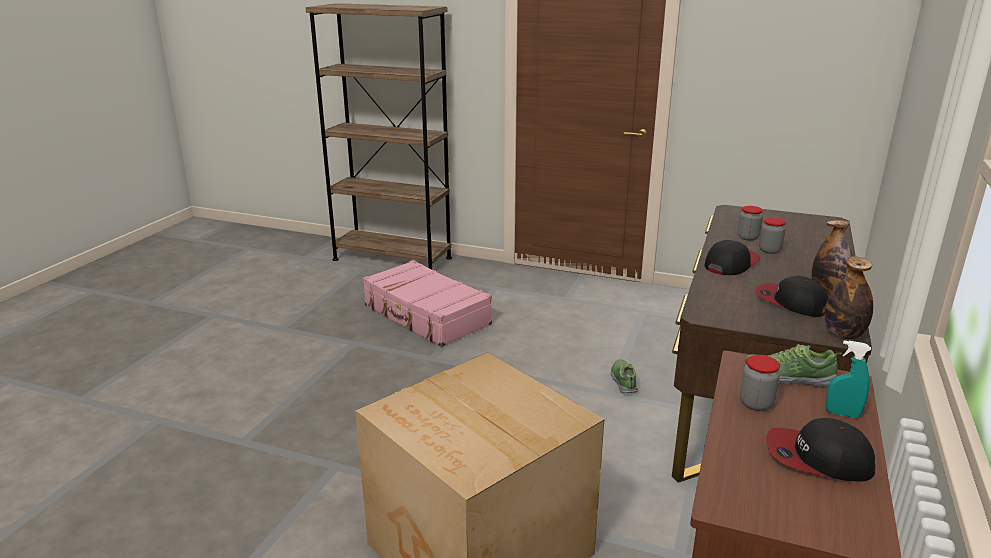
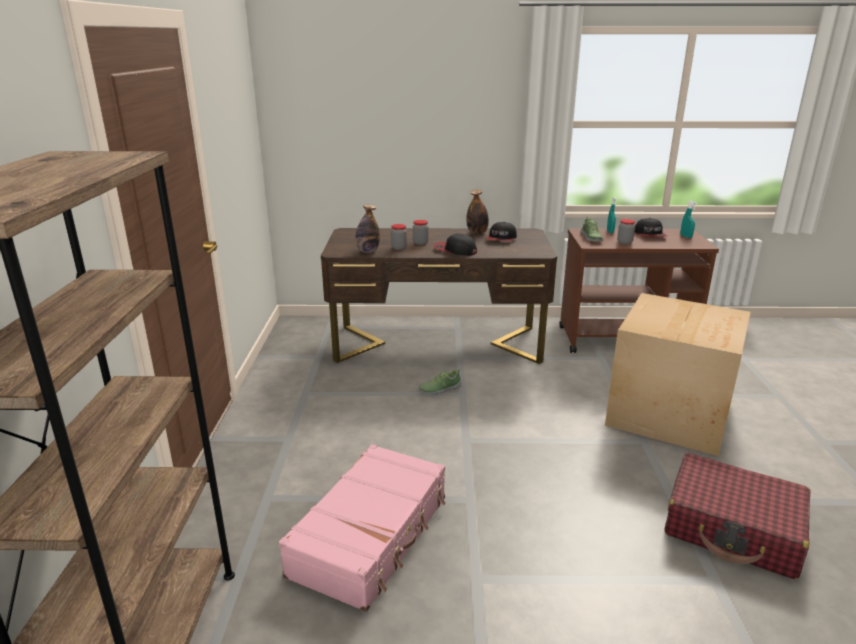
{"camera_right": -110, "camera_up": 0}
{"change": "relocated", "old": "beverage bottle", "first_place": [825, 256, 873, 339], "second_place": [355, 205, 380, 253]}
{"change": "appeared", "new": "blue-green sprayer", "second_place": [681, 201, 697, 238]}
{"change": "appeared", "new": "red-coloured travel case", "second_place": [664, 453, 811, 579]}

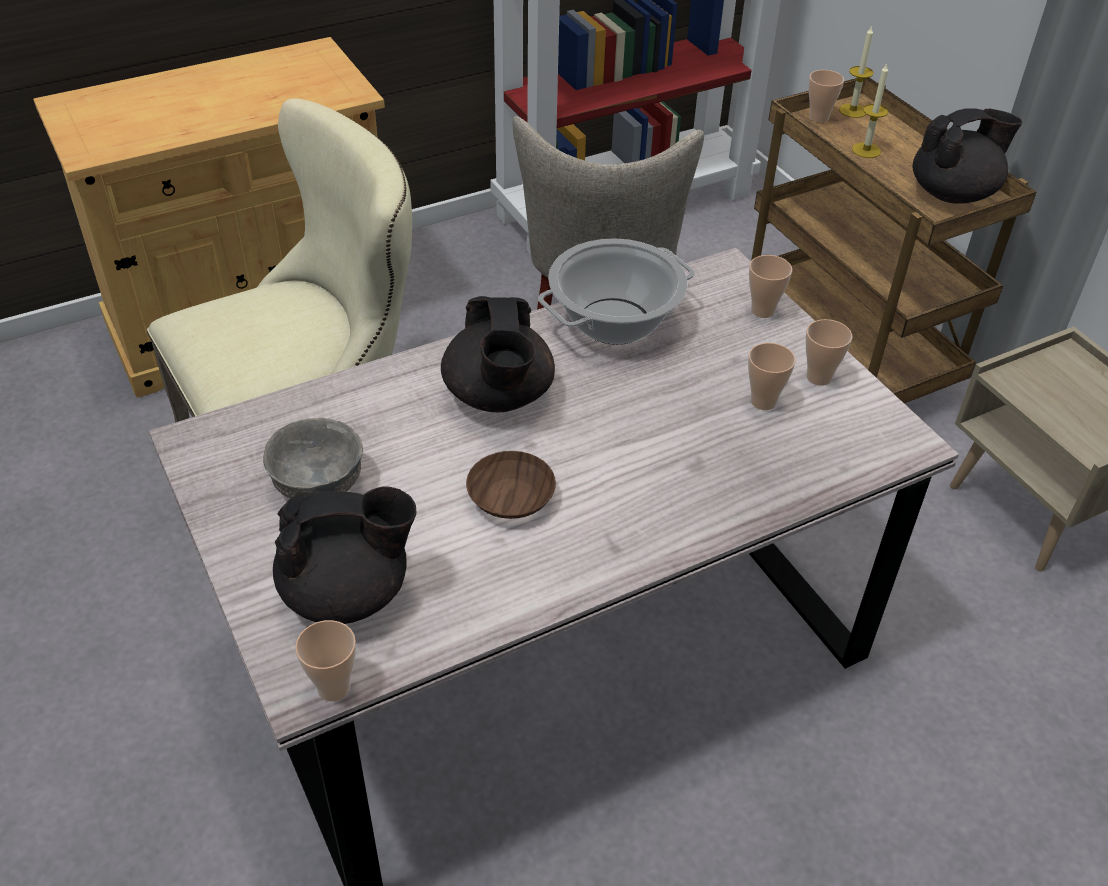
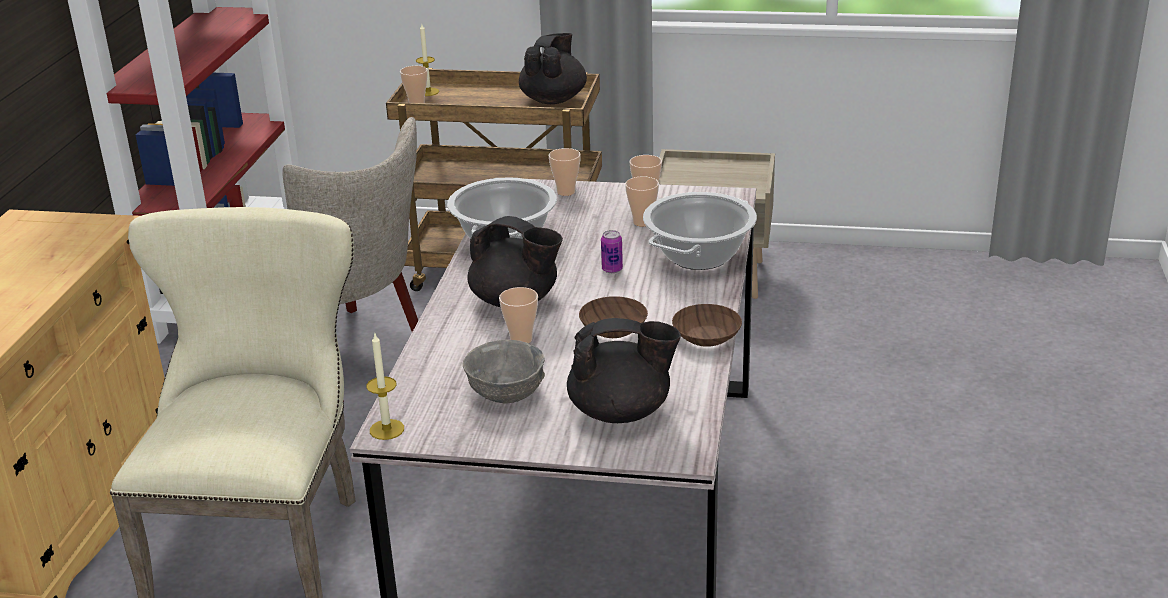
{"camera_right": -50, "camera_up": -15}
{"change": "relocated", "old": "candle", "first_place": [852, 63, 888, 158], "second_place": [366, 334, 404, 440]}
{"change": "spun", "old": "blackish teapot", "first_place": [273, 486, 416, 624], "second_place": [567, 318, 681, 423], "degrees": 60}
{"change": "relocated", "old": "small cup", "first_place": [295, 620, 356, 701], "second_place": [499, 287, 538, 343]}
{"change": "appeared", "new": "saucepot", "second_place": [643, 192, 757, 270]}
{"change": "appeared", "new": "sealed can", "second_place": [601, 230, 623, 273]}
{"change": "appeared", "new": "brown deep dish", "second_place": [672, 304, 742, 347]}

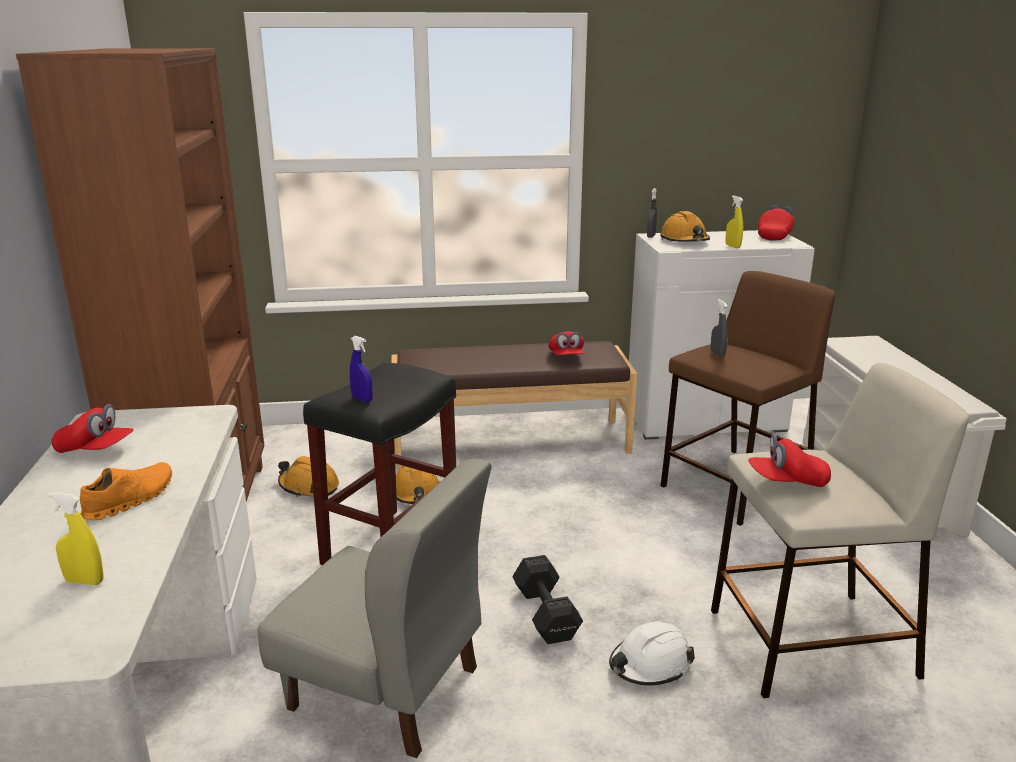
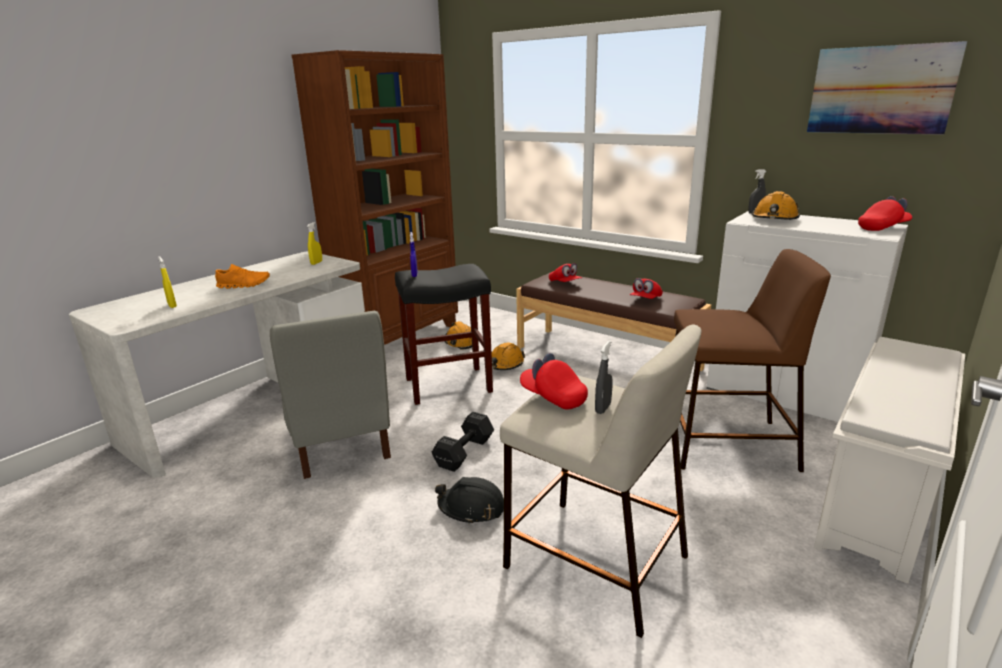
{"camera_right": 45, "camera_up": 0}
{"change": "relocated", "old": "yellow sprayer", "first_place": [725, 196, 743, 248], "second_place": [307, 222, 322, 265]}
{"change": "relocated", "old": "gray sprayer", "first_place": [711, 299, 728, 358], "second_place": [595, 340, 613, 414]}
{"change": "relocated", "old": "red-coloured baseball cap", "first_place": [51, 404, 134, 453], "second_place": [549, 263, 582, 282]}
{"change": "colour", "old": "white hard hat", "new": "blackish hard hat", "first_place": [609, 621, 695, 686], "second_place": [435, 477, 504, 525]}
{"change": "appeared", "new": "wall picture", "second_place": [807, 41, 967, 135]}

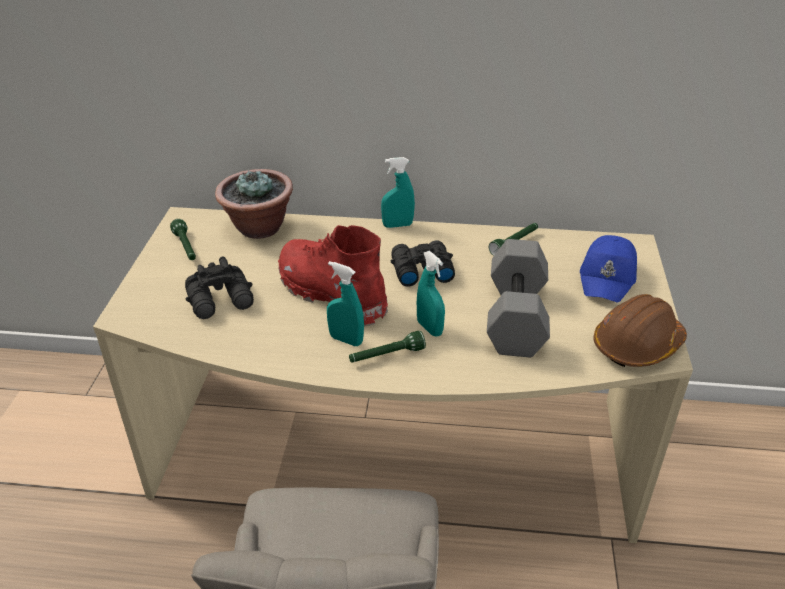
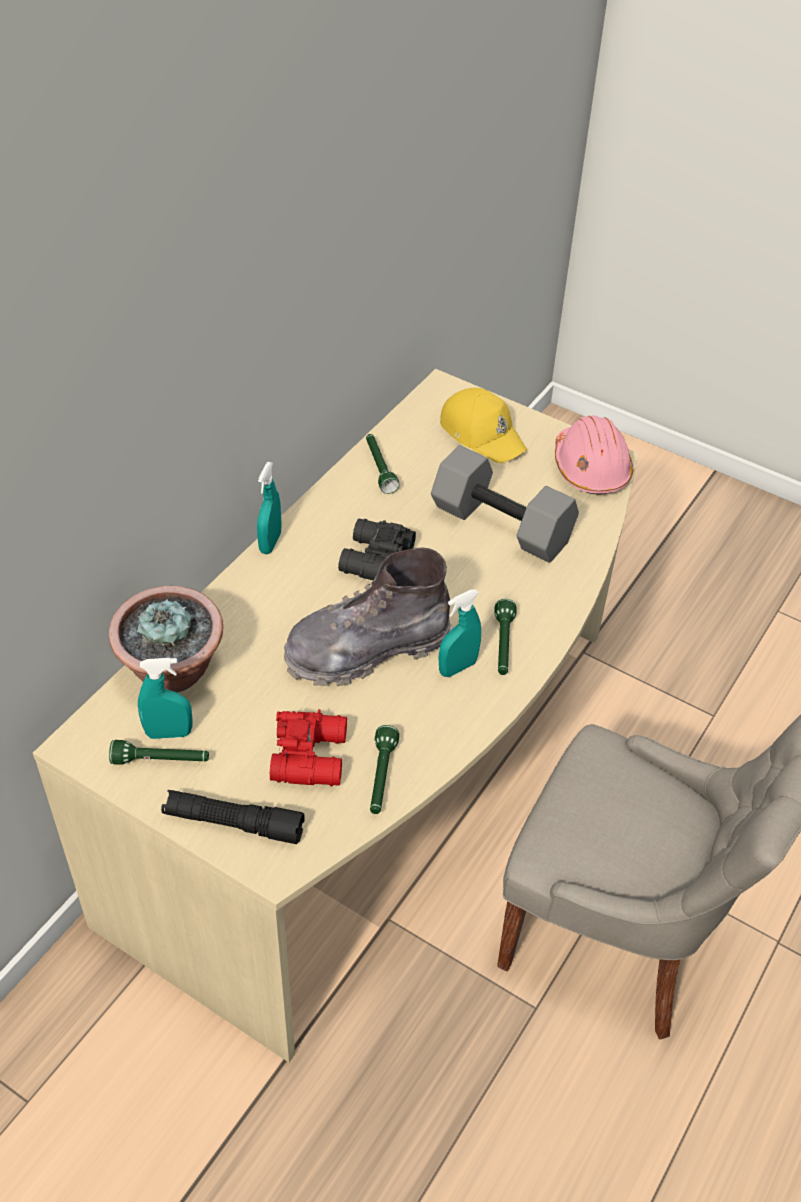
{"camera_right": -65, "camera_up": 10}
{"change": "colour", "old": "red-coloured boot", "new": "gray boot", "first_place": [278, 225, 388, 327], "second_place": [284, 547, 453, 686]}
{"change": "colour", "old": "blue-coloured baseball cap", "new": "yellow baseball cap", "first_place": [580, 235, 637, 303], "second_place": [440, 388, 527, 463]}
{"change": "relocated", "old": "blue-green sprayer", "first_place": [417, 251, 445, 337], "second_place": [138, 658, 193, 739]}
{"change": "colour", "old": "blackish field glasses", "new": "red-coloured field glasses", "first_place": [185, 257, 254, 319], "second_place": [270, 709, 347, 786]}
{"change": "colour", "old": "brown hard hat", "new": "pink hard hat", "first_place": [594, 294, 687, 367], "second_place": [555, 415, 633, 495]}
{"change": "appeared", "new": "green torch", "second_place": [370, 725, 399, 814]}
{"change": "appeared", "new": "blackish torch", "second_place": [161, 790, 305, 844]}

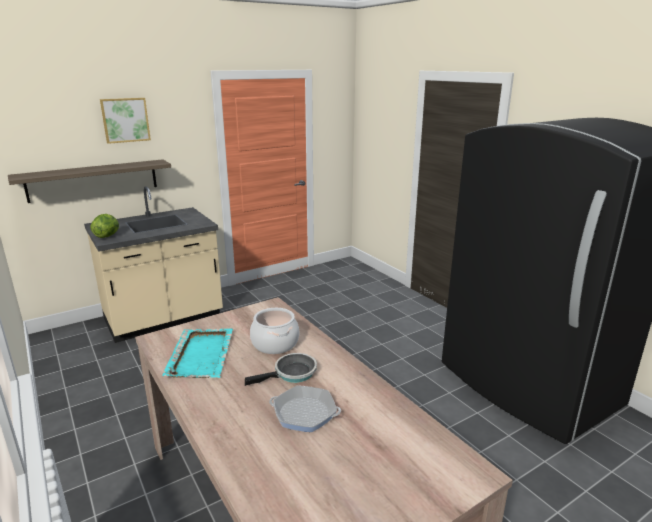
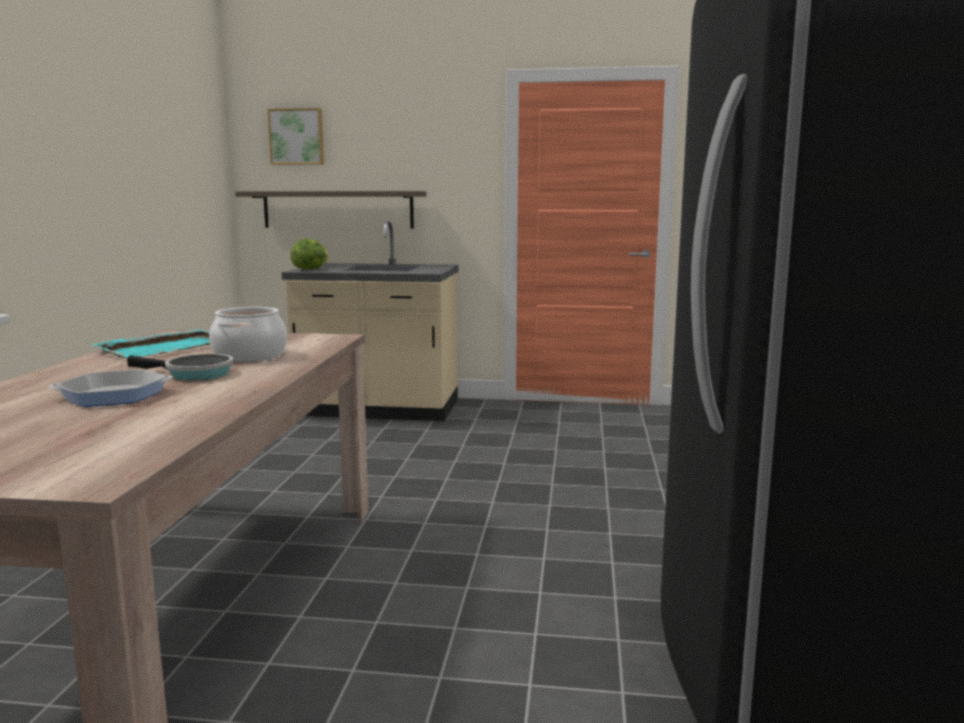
{"camera_right": 40, "camera_up": -10}
{"change": "relocated", "old": "wall picture", "first_place": [100, 98, 151, 144], "second_place": [267, 108, 324, 165]}
{"change": "spun", "old": "frying pan", "first_place": [269, 385, 341, 432], "second_place": [49, 369, 172, 407], "degrees": 105}

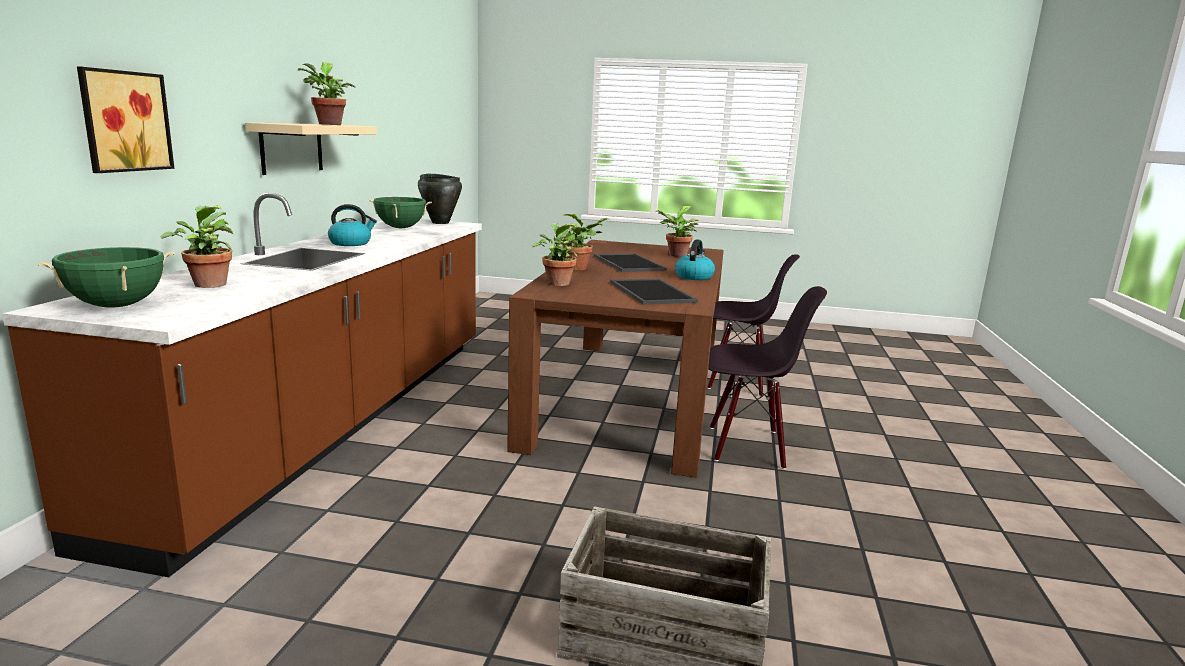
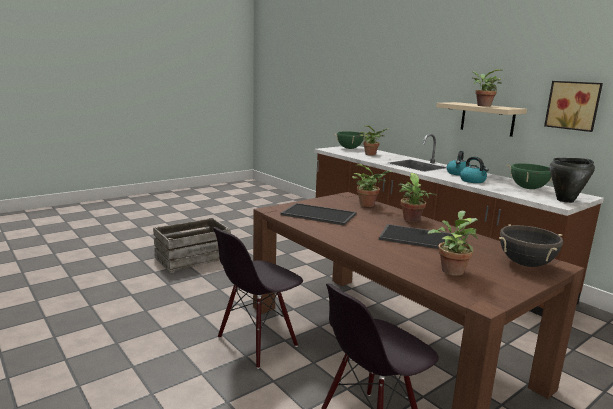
{"camera_right": 130, "camera_up": 0}
{"change": "relocated", "old": "wall picture", "first_place": [77, 66, 174, 173], "second_place": [544, 81, 603, 132]}
{"change": "relocated", "old": "tea kettle", "first_place": [675, 239, 715, 280], "second_place": [460, 157, 489, 183]}
{"change": "appeared", "new": "blackish saucepot", "second_place": [499, 224, 563, 267]}

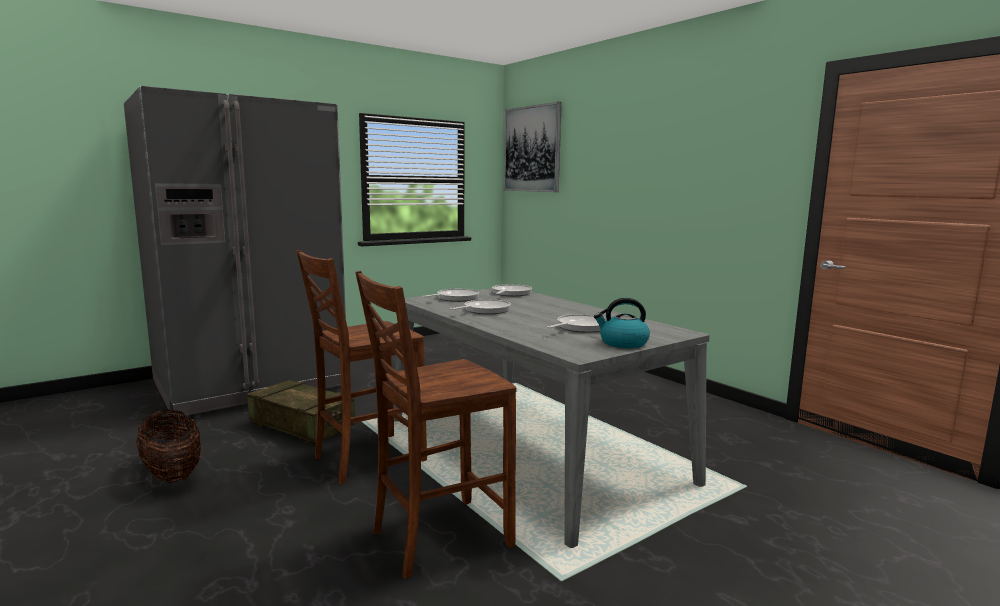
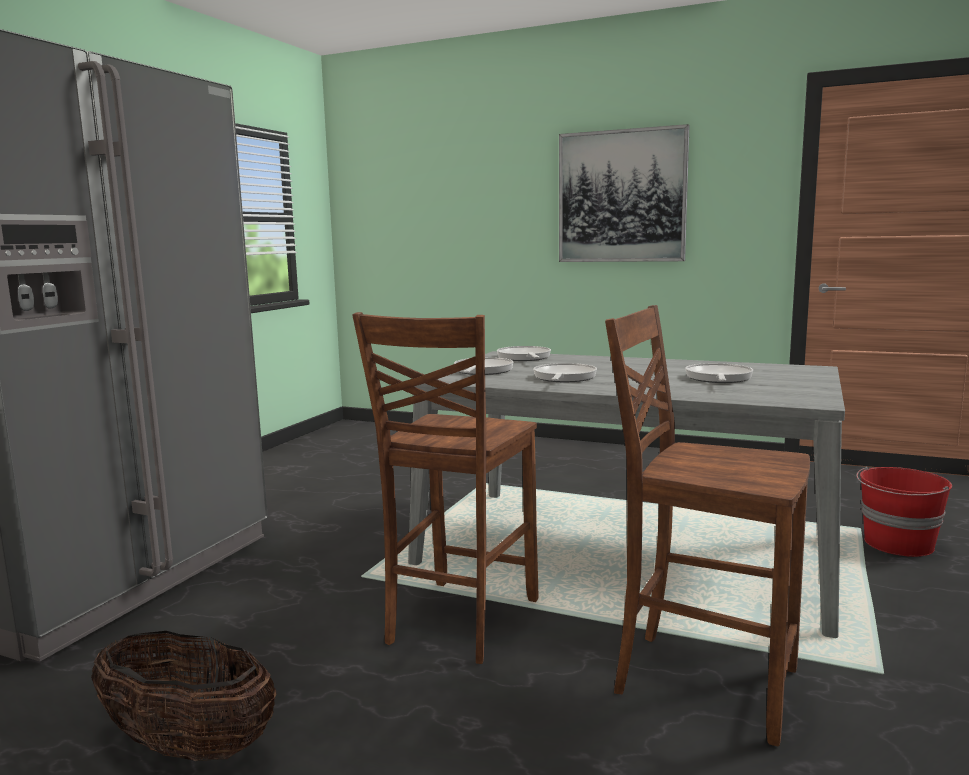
{"camera_right": -30, "camera_up": 0}
{"change": "relocated", "old": "wall picture", "first_place": [504, 102, 562, 192], "second_place": [559, 124, 690, 262]}
{"change": "spun", "old": "brown plain chair", "first_place": [355, 271, 516, 579], "second_place": [605, 305, 810, 746], "degrees": 90}
{"change": "missing", "old": "tea kettle", "first_place": [594, 298, 650, 348]}
{"change": "missing", "old": "shipping crate", "first_place": [247, 380, 355, 444]}
{"change": "appeared", "new": "red-coloured pail", "second_place": [856, 467, 952, 557]}

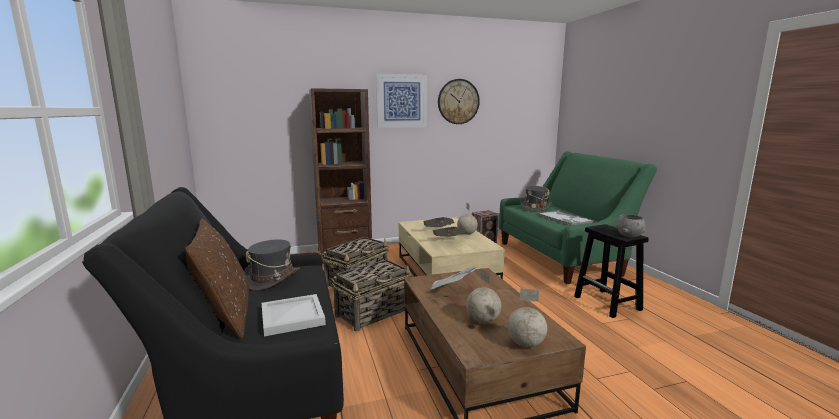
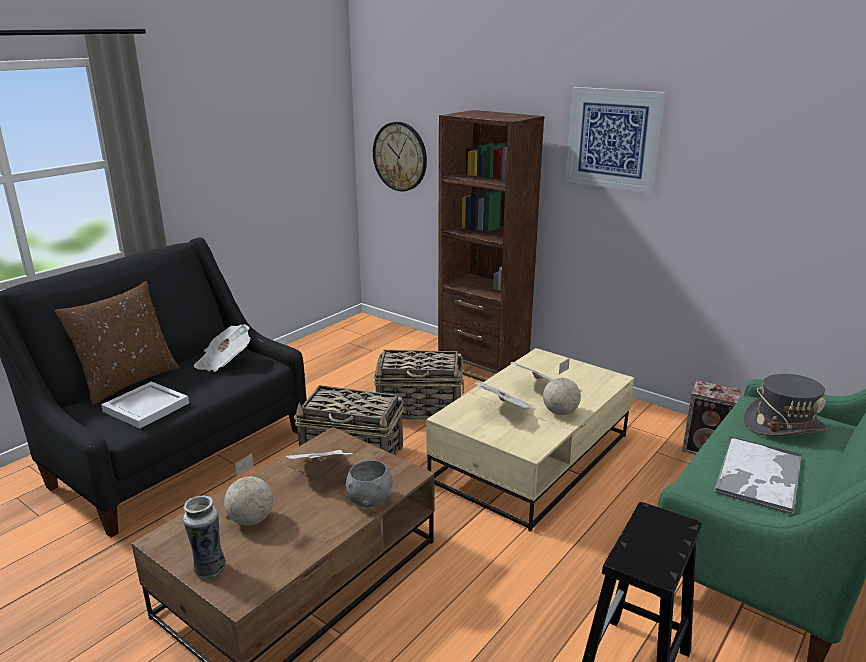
{"camera_right": 55, "camera_up": 10}
{"change": "relocated", "old": "wall clock", "first_place": [438, 79, 480, 124], "second_place": [373, 122, 427, 192]}
{"change": "relocated", "old": "gray deep dish", "first_place": [616, 214, 646, 237], "second_place": [345, 460, 394, 507]}
{"change": "exchanged", "old": "gray wearable hat", "new": "newspaper", "first_place": [244, 239, 300, 291], "second_place": [194, 324, 250, 372]}
{"change": "exchanged", "old": "desk globe", "new": "flower vase", "first_place": [507, 288, 547, 347], "second_place": [183, 496, 226, 579]}

